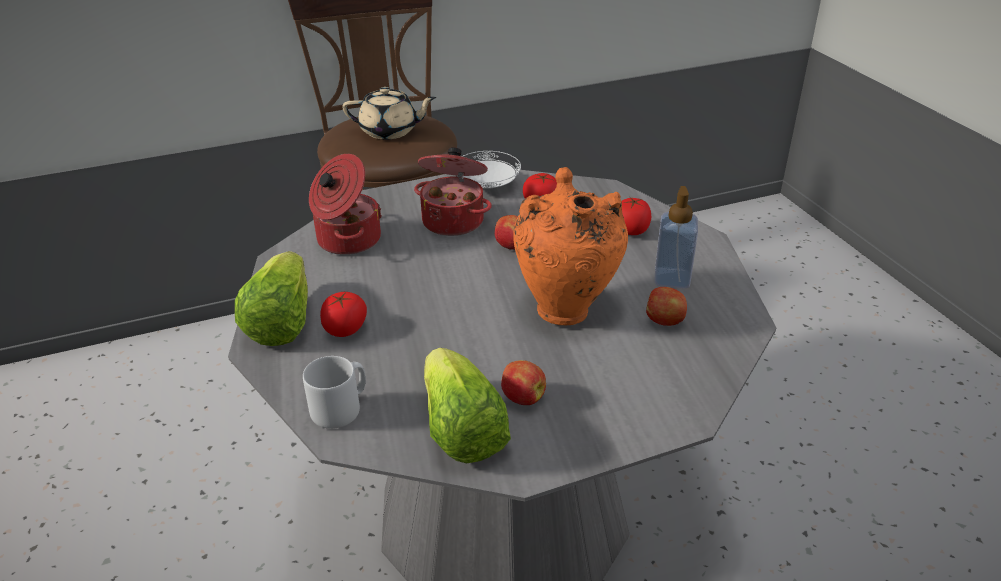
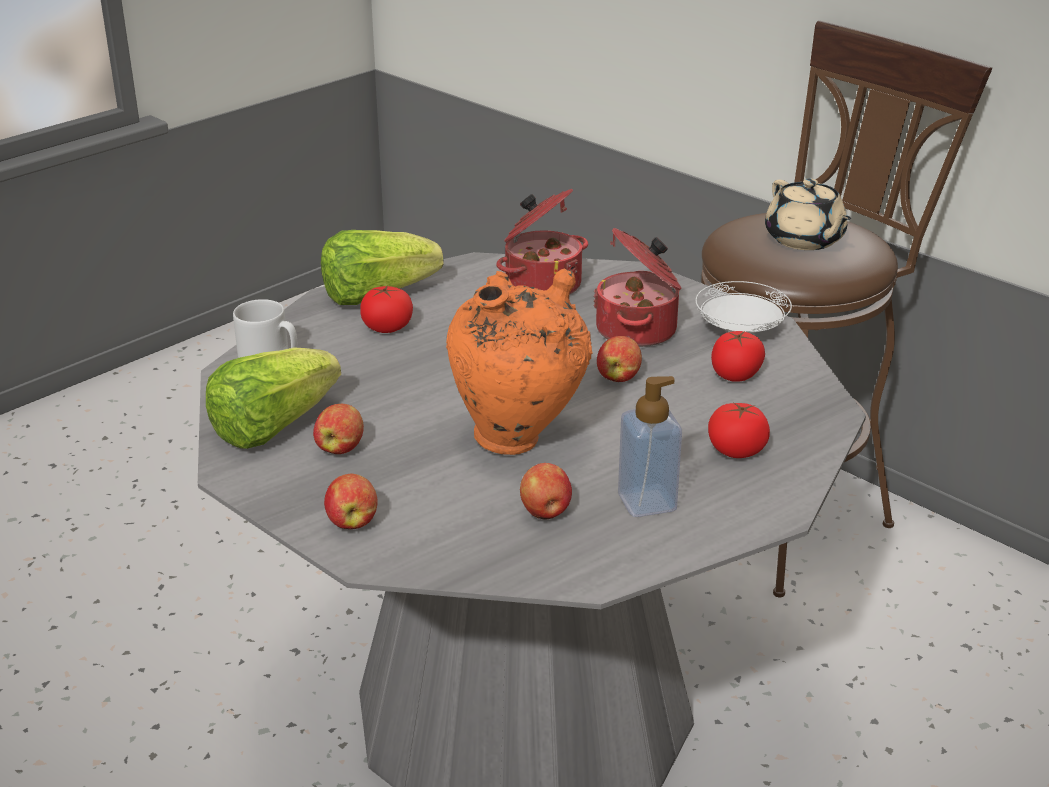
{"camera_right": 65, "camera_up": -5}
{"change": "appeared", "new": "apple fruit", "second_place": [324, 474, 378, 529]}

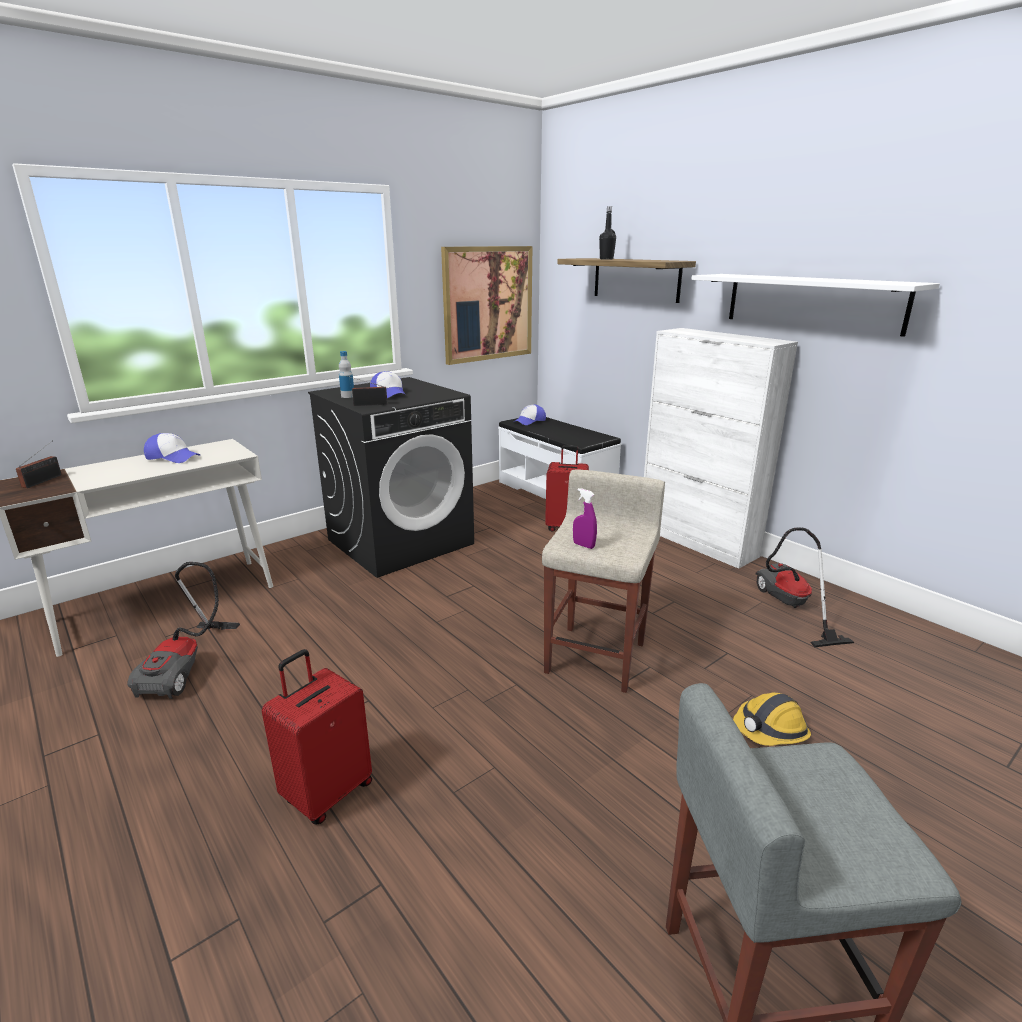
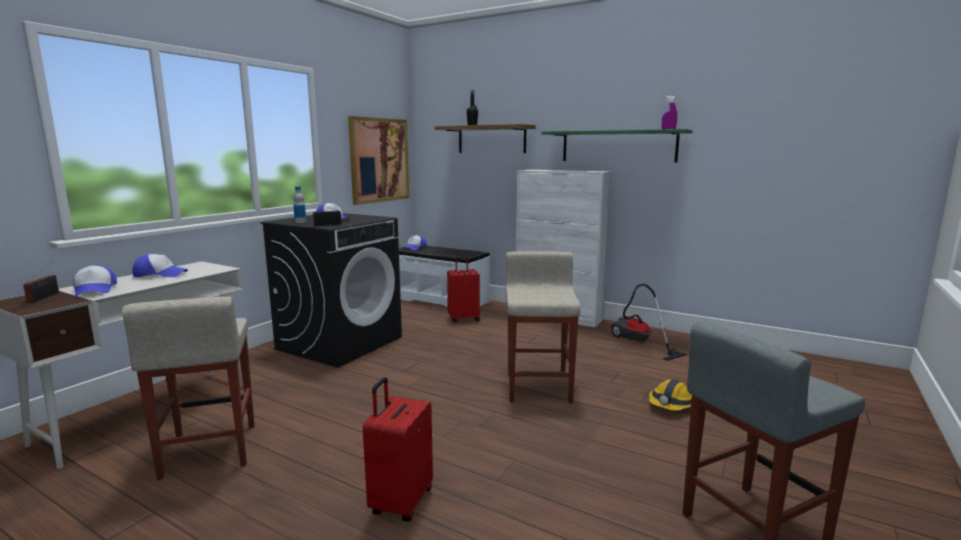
{"camera_right": -20, "camera_up": -10}
{"change": "colour", "old": "white bracket shelf", "new": "green bracket shelf", "first_place": [691, 274, 940, 337], "second_place": [541, 129, 693, 163]}
{"change": "relocated", "old": "purple sprayer", "first_place": [573, 488, 597, 549], "second_place": [662, 96, 677, 129]}
{"change": "exchanged", "old": "hoover", "new": "beige stool", "first_place": [127, 562, 240, 699], "second_place": [122, 296, 255, 480]}
{"change": "appeared", "new": "baseball cap", "second_place": [73, 265, 117, 297]}

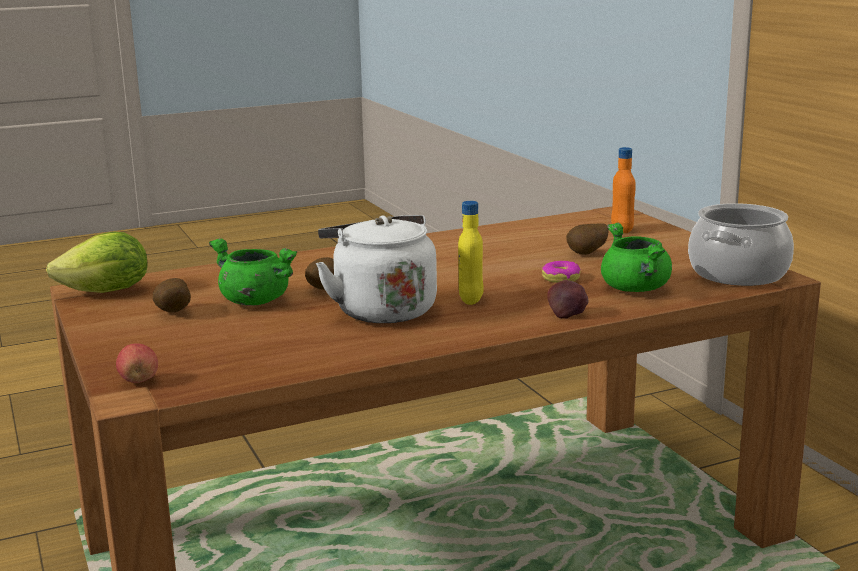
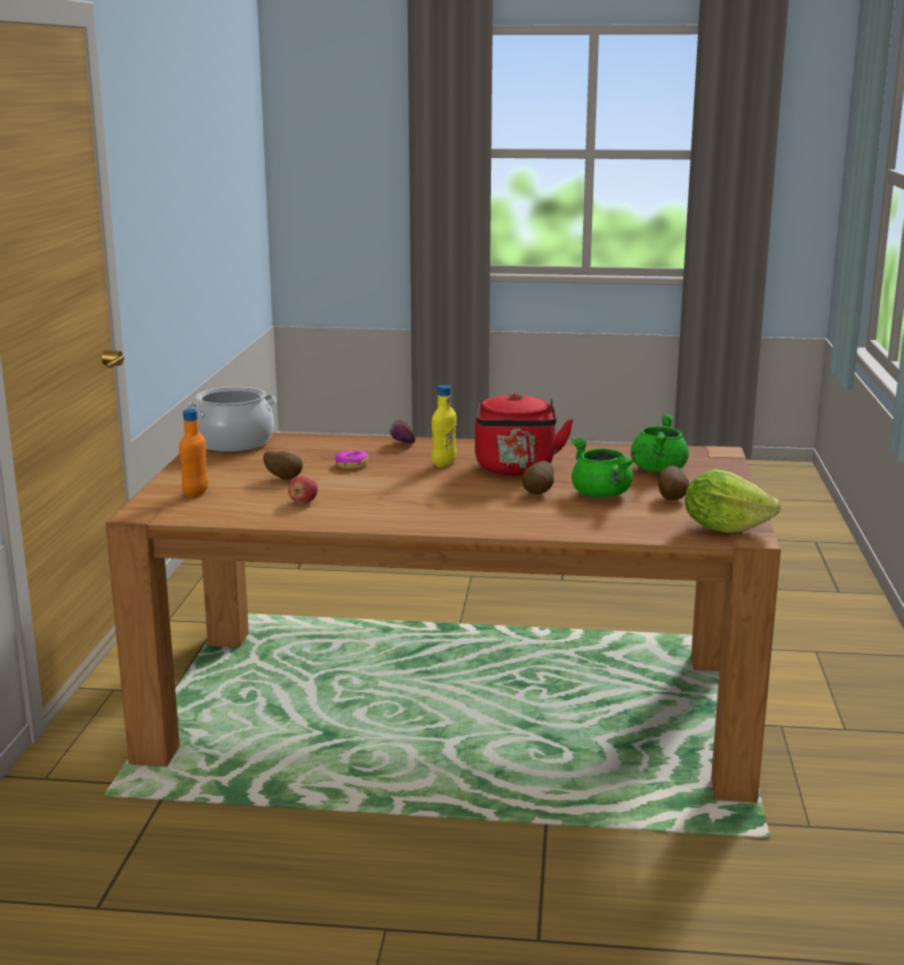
{"camera_right": -150, "camera_up": 0}
{"change": "colour", "old": "white tea kettle", "new": "red-coloured tea kettle", "first_place": [316, 215, 437, 323], "second_place": [475, 392, 574, 476]}
{"change": "relocated", "old": "green saucepot", "first_place": [601, 223, 672, 292], "second_place": [631, 414, 689, 472]}
{"change": "relocated", "old": "apple fruit", "first_place": [116, 343, 158, 383], "second_place": [288, 476, 318, 504]}

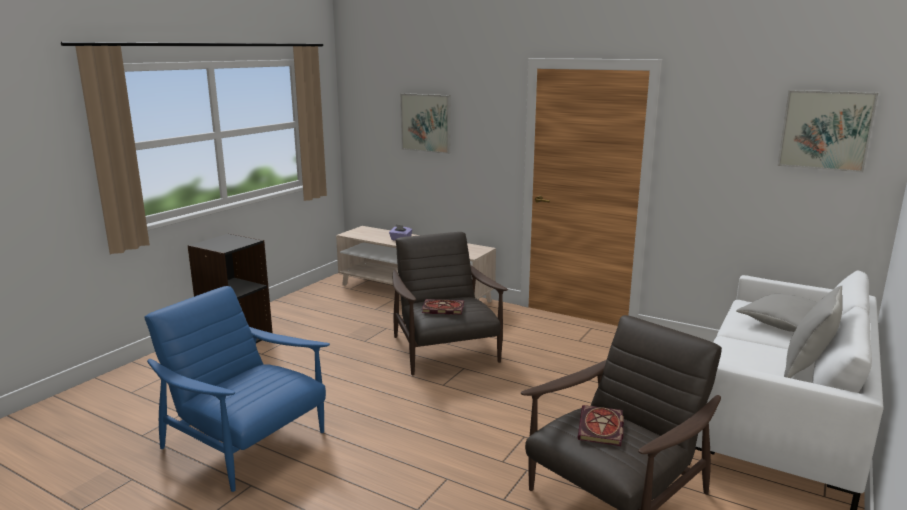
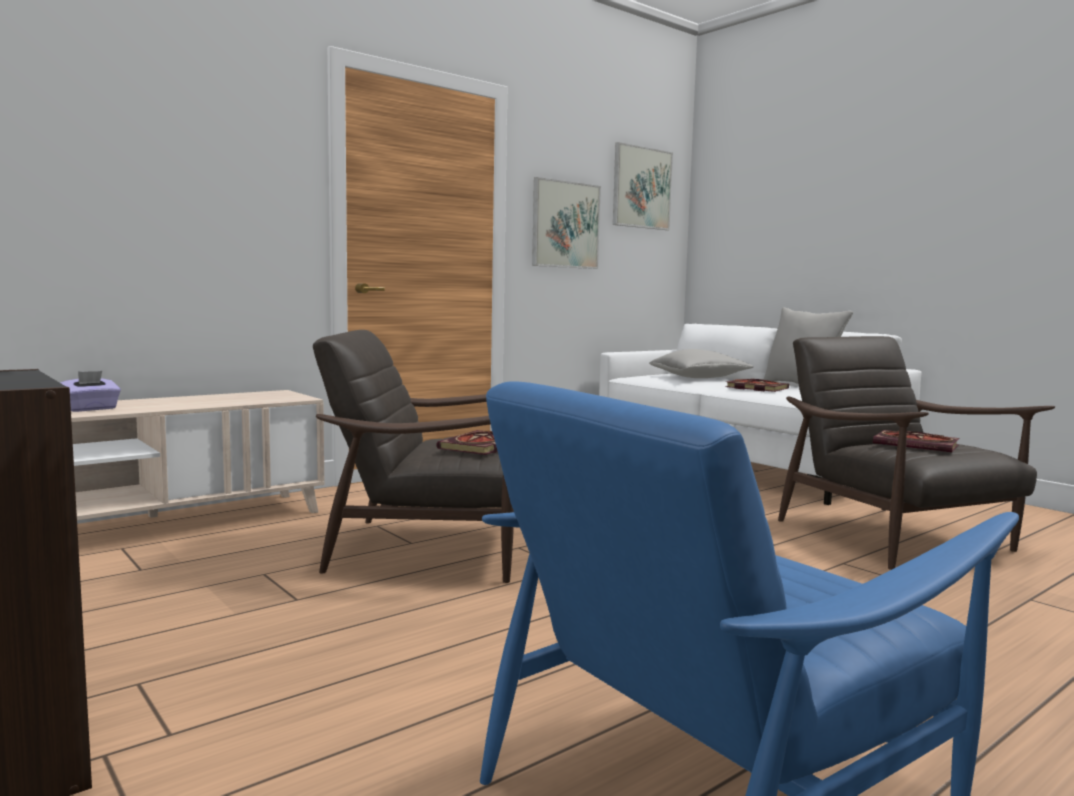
{"camera_right": -70, "camera_up": -10}
{"change": "relocated", "old": "wall picture", "first_place": [400, 93, 450, 154], "second_place": [532, 177, 601, 269]}
{"change": "appeared", "new": "bound book", "second_place": [725, 379, 789, 392]}

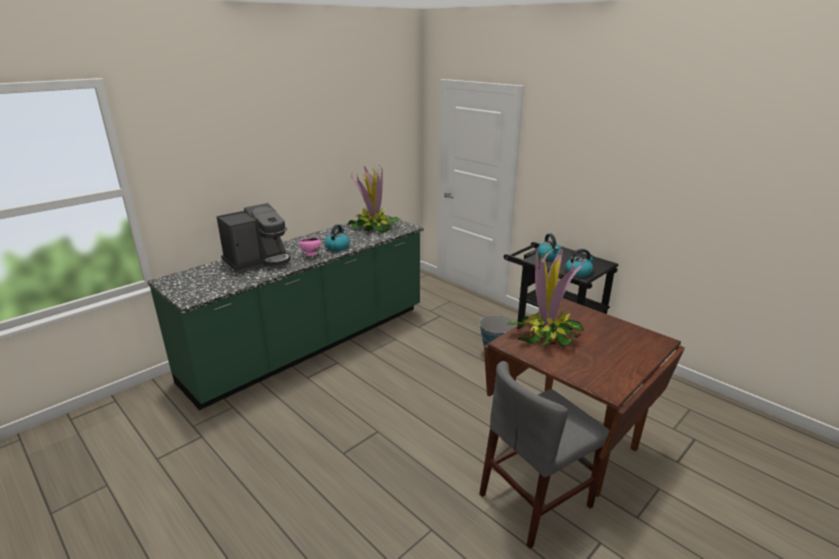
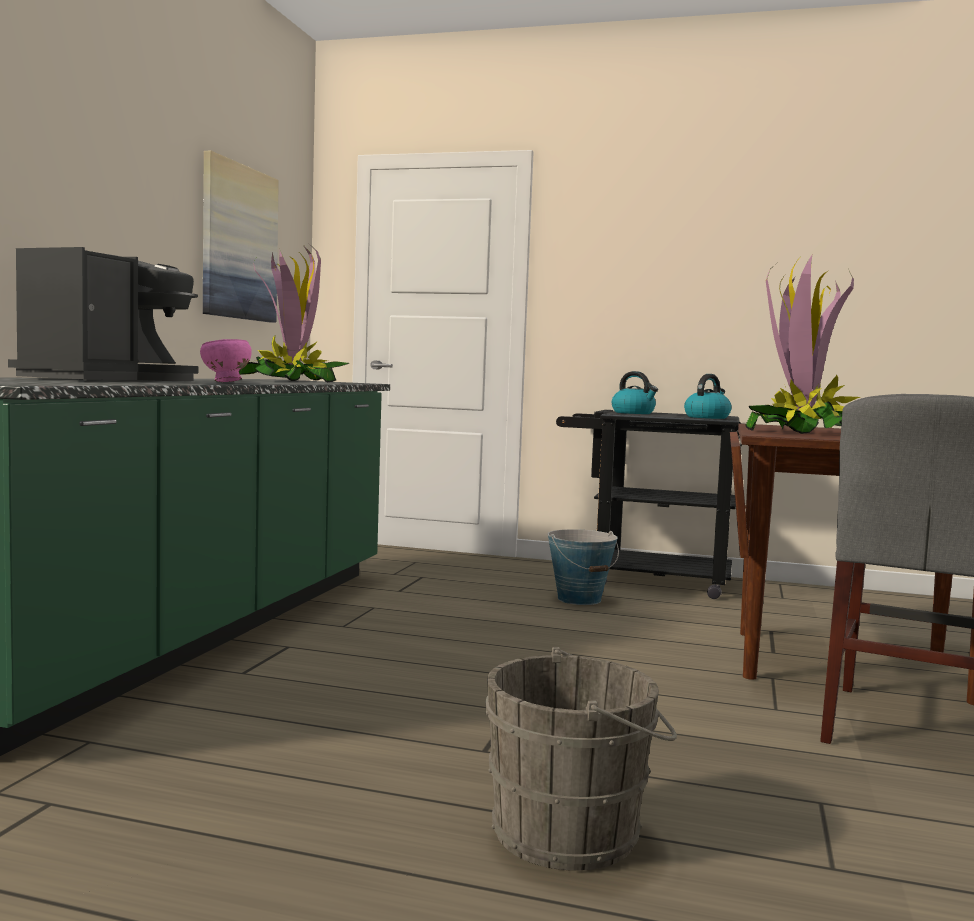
{"camera_right": -30, "camera_up": -20}
{"change": "missing", "old": "tea kettle", "first_place": [325, 224, 350, 251]}
{"change": "appeared", "new": "wall picture", "second_place": [203, 151, 279, 323]}
{"change": "appeared", "new": "gray pail", "second_place": [485, 647, 677, 871]}

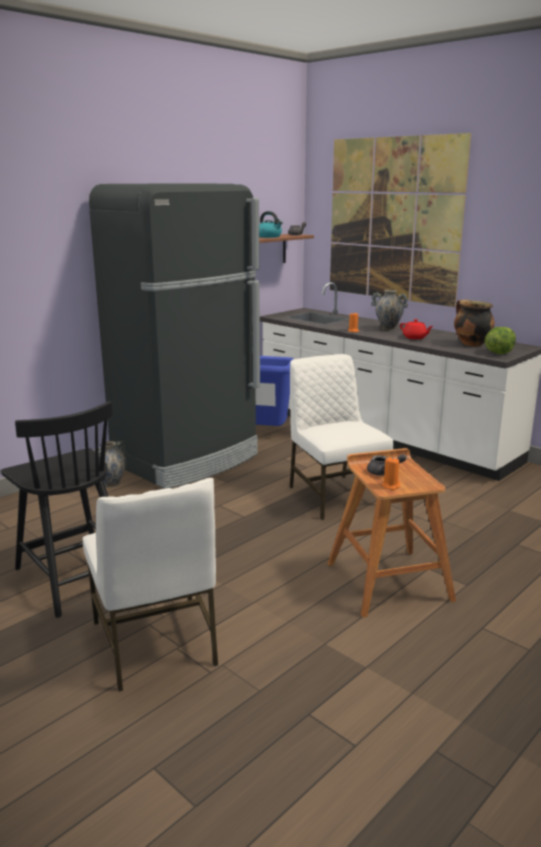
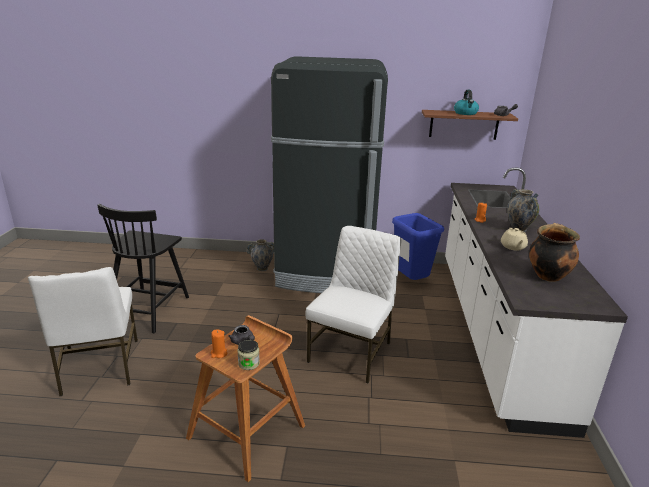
{"camera_right": 50, "camera_up": 5}
{"change": "missing", "old": "wall picture", "first_place": [330, 133, 471, 307]}
{"change": "colour", "old": "red-coloured teapot", "new": "beige teapot", "first_place": [400, 319, 433, 339], "second_place": [501, 228, 528, 250]}
{"change": "missing", "old": "head of lettuce", "first_place": [485, 327, 516, 354]}
{"change": "spun", "old": "white plain chair", "first_place": [83, 478, 218, 692], "second_place": [28, 267, 138, 396], "degrees": -45}
{"change": "appeared", "new": "preserve jar", "second_place": [237, 340, 260, 370]}

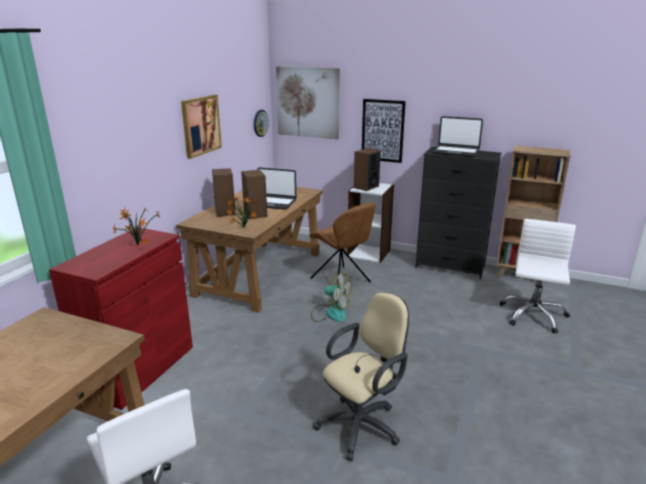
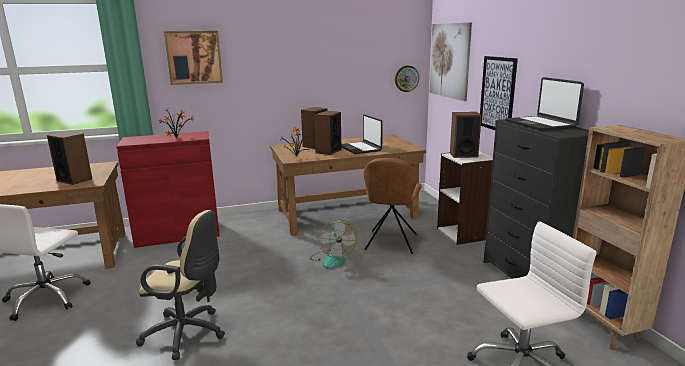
{"camera_right": 50, "camera_up": -5}
{"change": "relocated", "old": "wall picture", "first_place": [181, 95, 222, 159], "second_place": [164, 31, 223, 85]}
{"change": "appeared", "new": "loudspeaker", "second_place": [47, 131, 92, 185]}

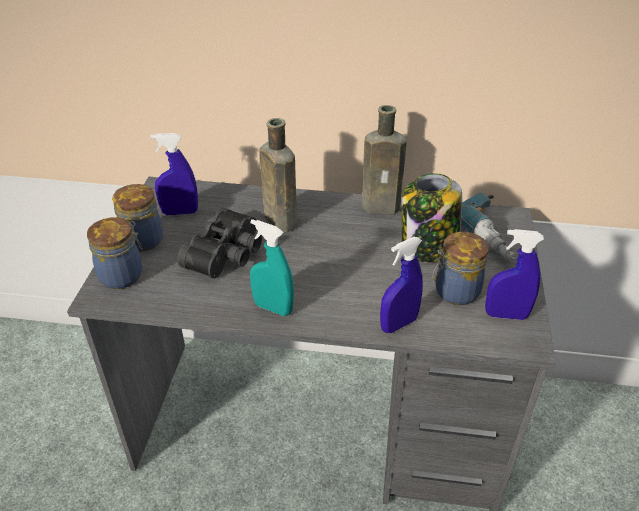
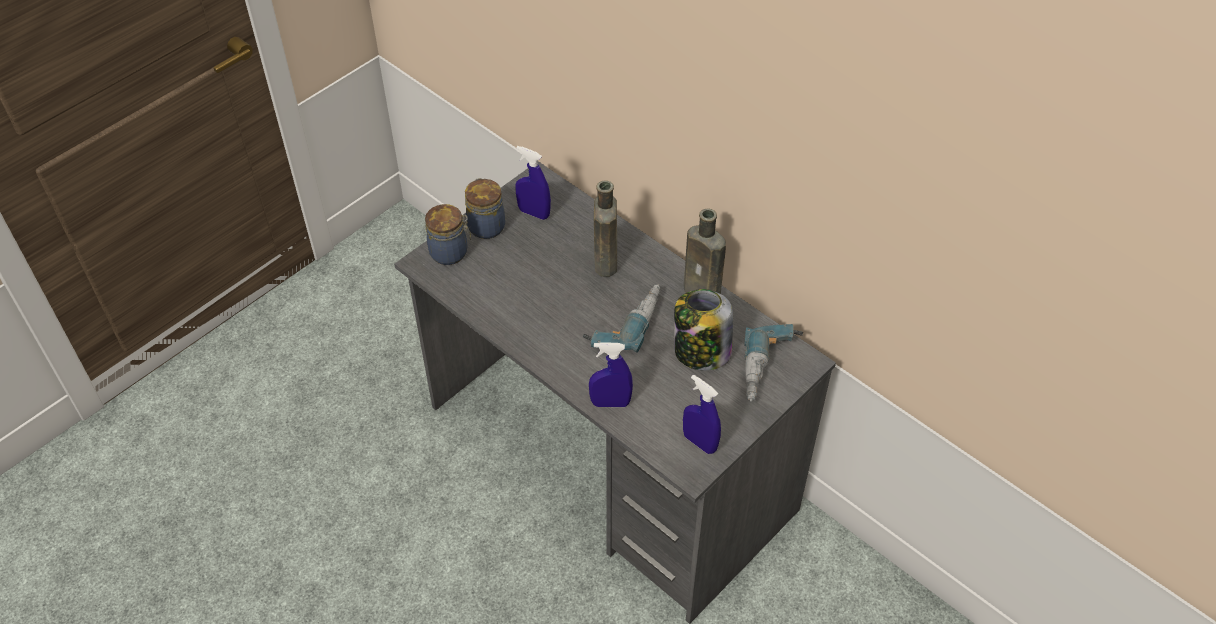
{"camera_right": 35, "camera_up": 10}
{"change": "missing", "old": "blackish field glasses", "first_place": [177, 208, 262, 279]}
{"change": "missing", "old": "blue-green sprayer", "first_place": [250, 219, 294, 316]}
{"change": "missing", "old": "preserve jar", "first_place": [433, 232, 489, 305]}
{"change": "appeared", "new": "drill", "second_place": [583, 284, 661, 353]}

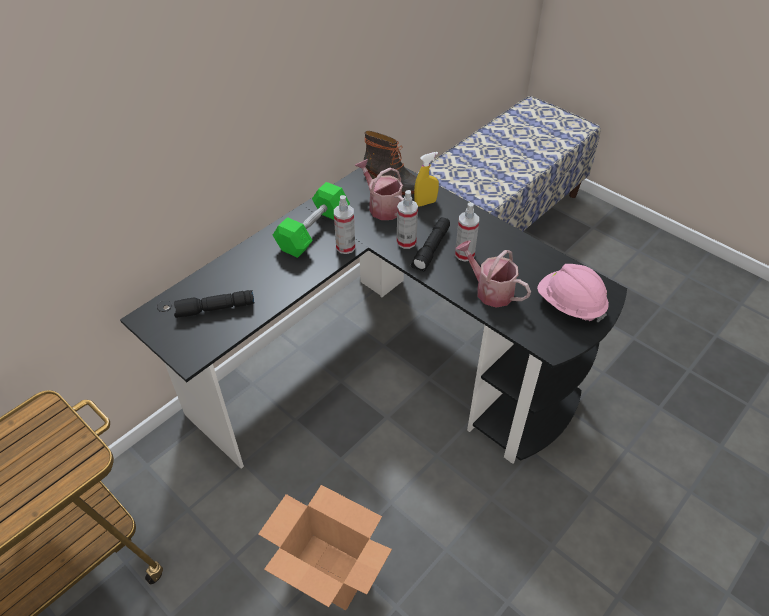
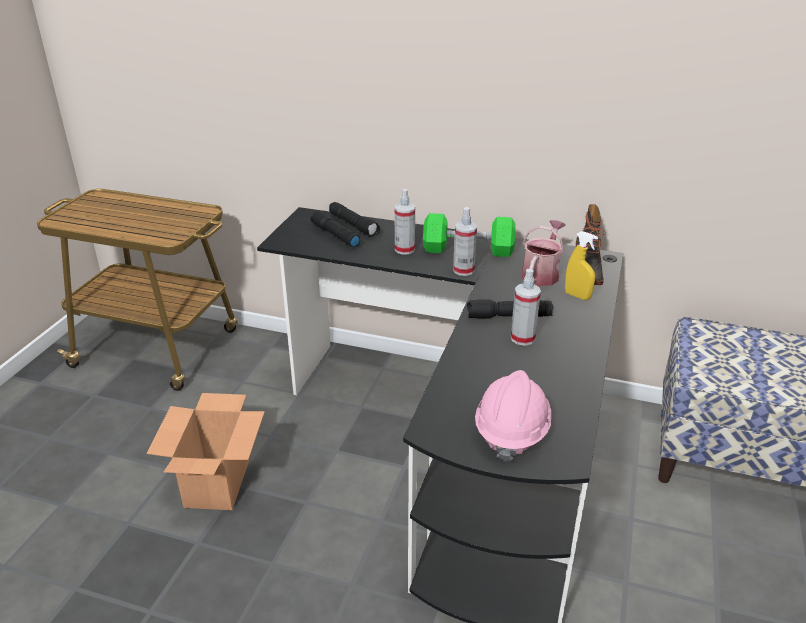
{"camera_right": 65, "camera_up": -15}
{"change": "relocated", "old": "sprayer", "first_place": [397, 190, 418, 249], "second_place": [395, 189, 415, 255]}
{"change": "missing", "old": "watering can", "first_place": [456, 241, 531, 307]}
{"change": "appeared", "new": "blackish torch", "second_place": [329, 202, 380, 237]}

